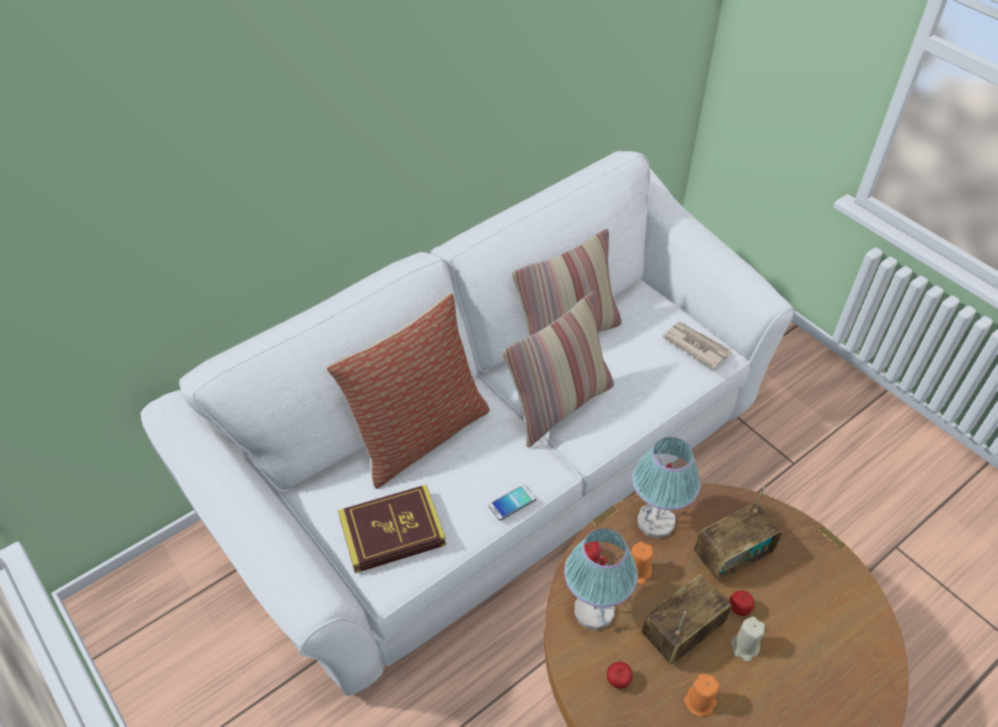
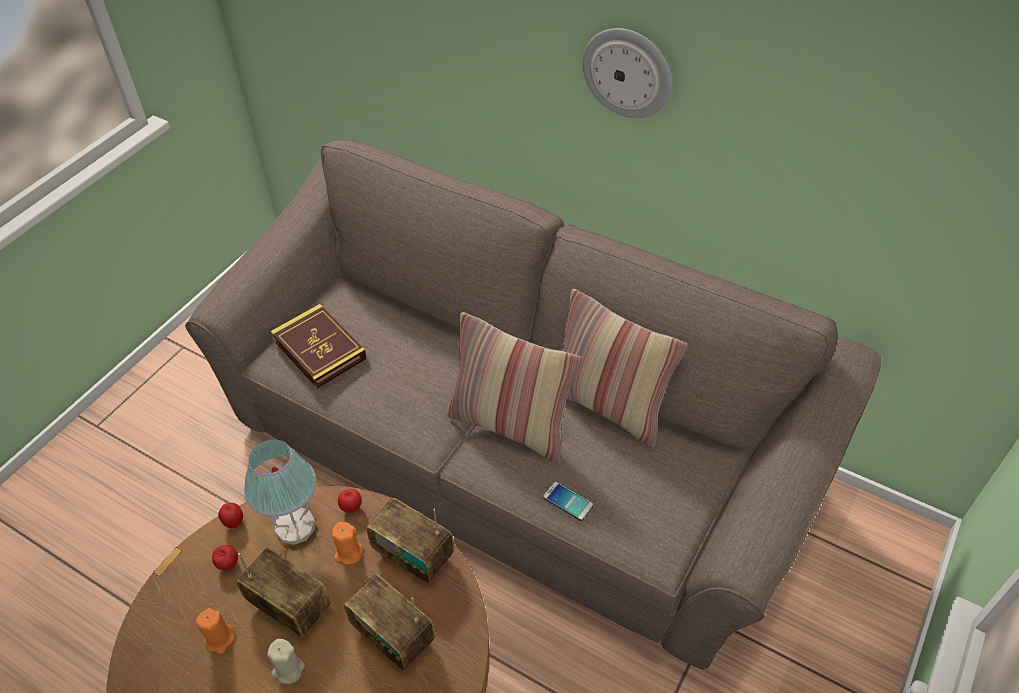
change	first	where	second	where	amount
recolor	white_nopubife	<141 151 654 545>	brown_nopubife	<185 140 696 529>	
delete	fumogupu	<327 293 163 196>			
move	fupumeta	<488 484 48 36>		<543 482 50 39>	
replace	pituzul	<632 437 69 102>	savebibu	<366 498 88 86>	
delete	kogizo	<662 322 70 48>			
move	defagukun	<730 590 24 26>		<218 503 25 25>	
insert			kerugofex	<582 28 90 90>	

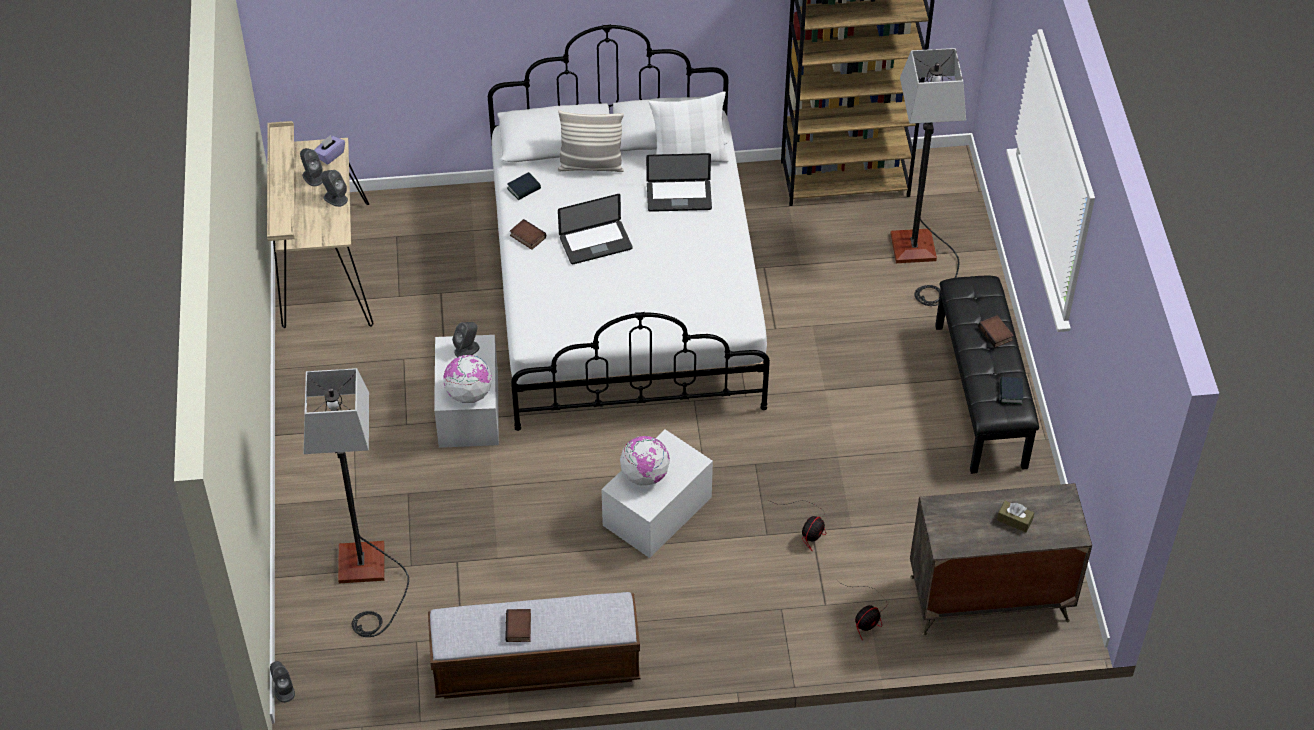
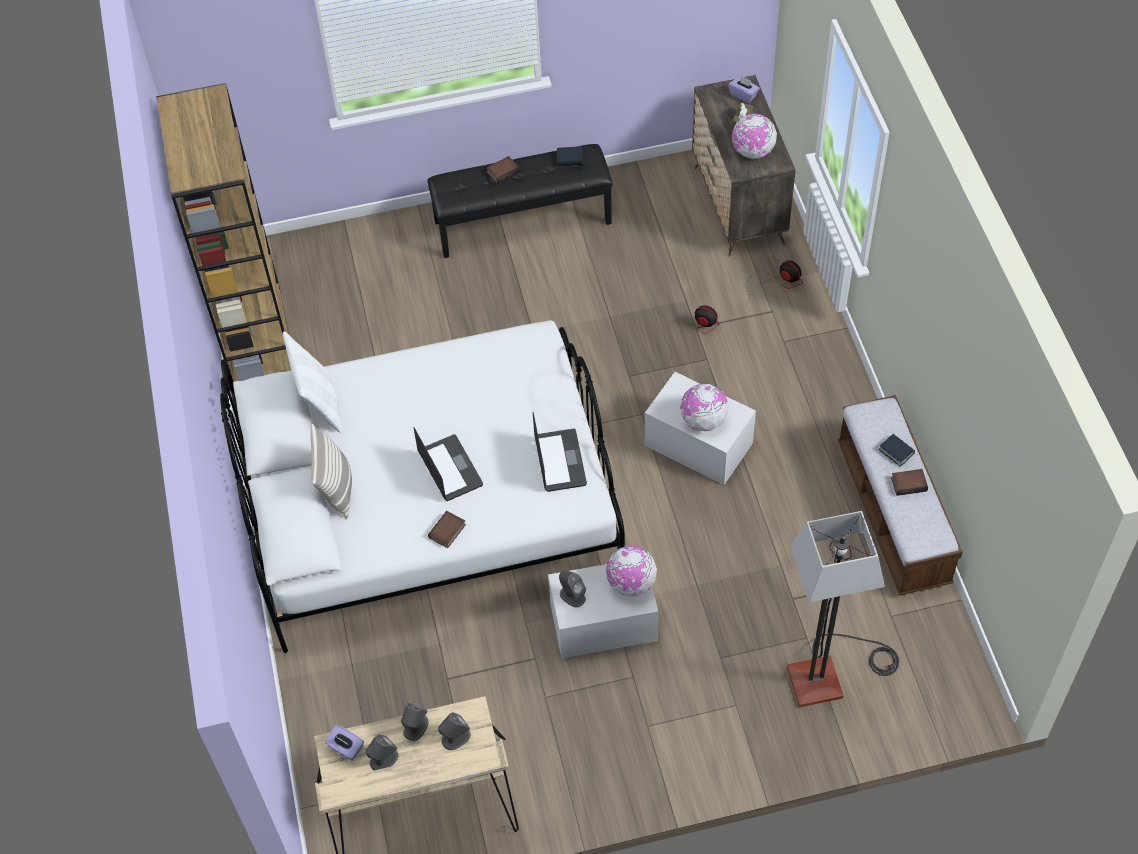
change	first	where	second	where	amount
move	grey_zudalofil	<270 661 25 42>		<438 712 33 38>	
move	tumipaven	<507 172 34 28>		<879 434 36 33>	
move	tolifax	<646 153 66 59>		<533 412 54 80>	
delete	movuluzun	<891 48 75 258>			
insert			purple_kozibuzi	<728 76 32 27>	
insert			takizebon	<732 114 45 45>	

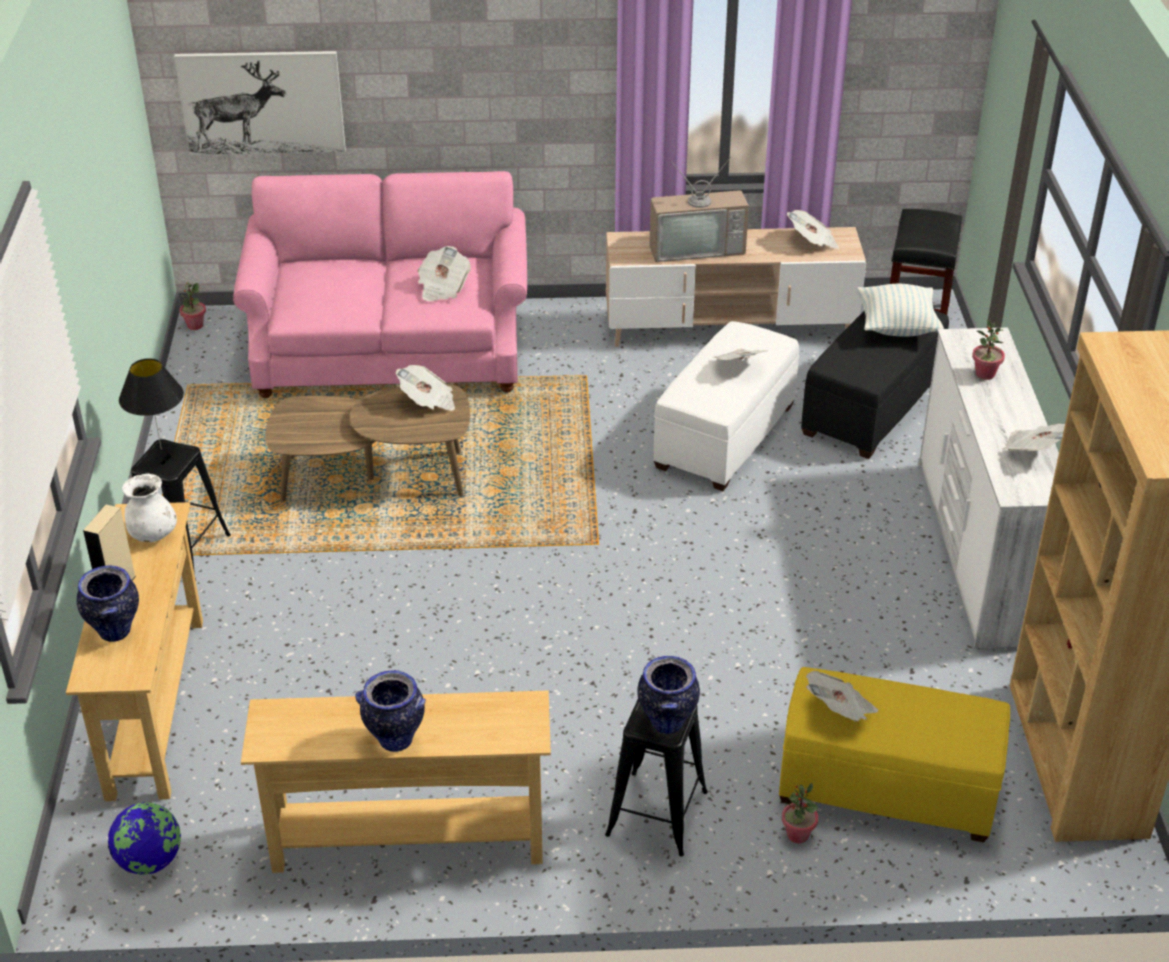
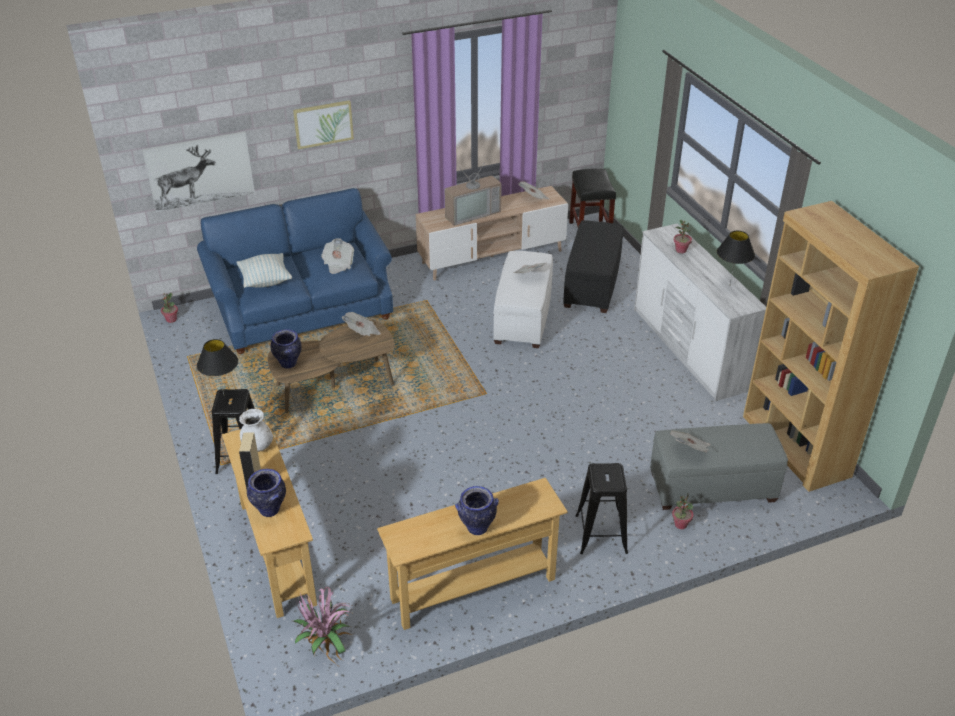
change	first	where	second	where	amount
replace	takizebon	<108 802 73 73>	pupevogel	<294 586 60 79>	
recolor	pink_nopubife	<233 171 294 227>	blue_nopubife	<197 188 196 166>	
move	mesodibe	<637 656 63 78>		<271 329 31 40>	
recolor	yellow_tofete	<779 667 231 175>	grey_tofete	<650 423 138 87>	
move	fumogupu	<857 284 87 53>		<236 253 56 35>	
replace	kogizo	<1002 424 63 27>	black_pituzul	<717 231 38 53>	
insert			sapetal	<293 100 61 49>	

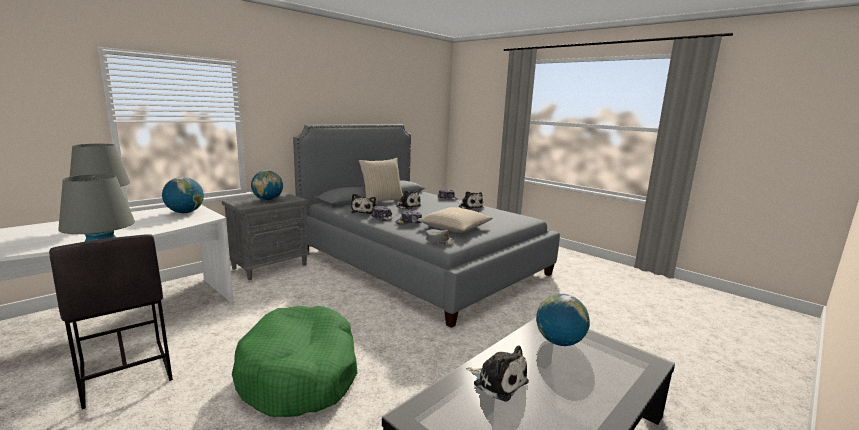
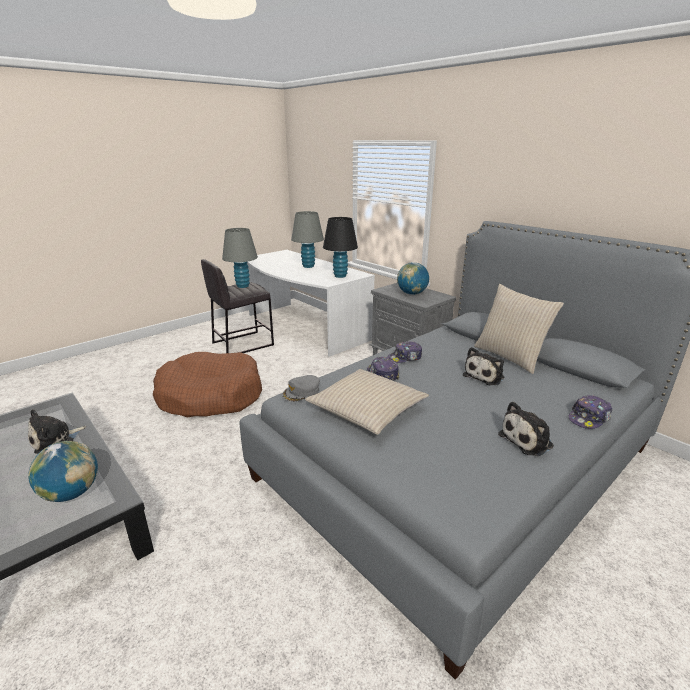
change	first	where	second	where	amount
replace	takizebon	<162 177 42 36>	black_pituzul	<323 217 35 61>	
recolor	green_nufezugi	<232 306 125 111>	brown_nufezugi	<153 352 109 65>	
delete	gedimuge	<351 194 25 20>			

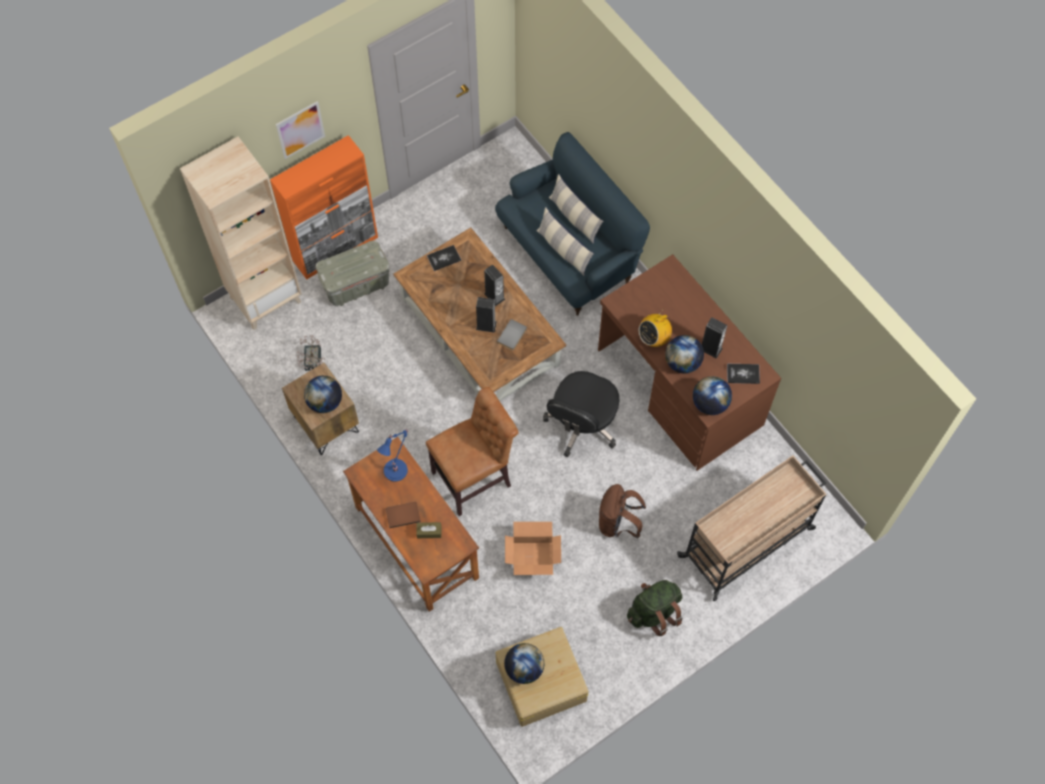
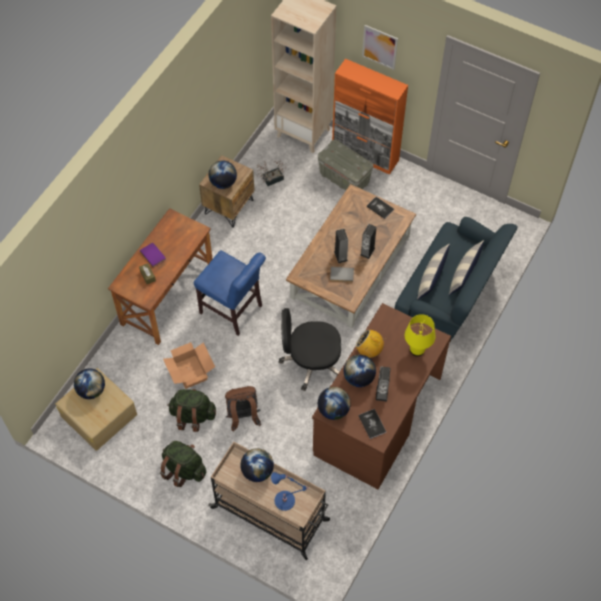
change	first	where	second	where	amount
move	blue_pituzul	<377 429 31 53>		<271 472 37 39>	
recolor	brown_tumipaven	<386 502 35 26>	purple_tumipaven	<140 243 26 25>	
recolor	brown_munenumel	<426 387 93 129>	blue_munenumel	<194 250 72 86>	
insert			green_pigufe	<167 389 49 43>	
insert			takizebon	<240 448 34 34>	
insert			yellow_pituzul	<405 314 31 43>	

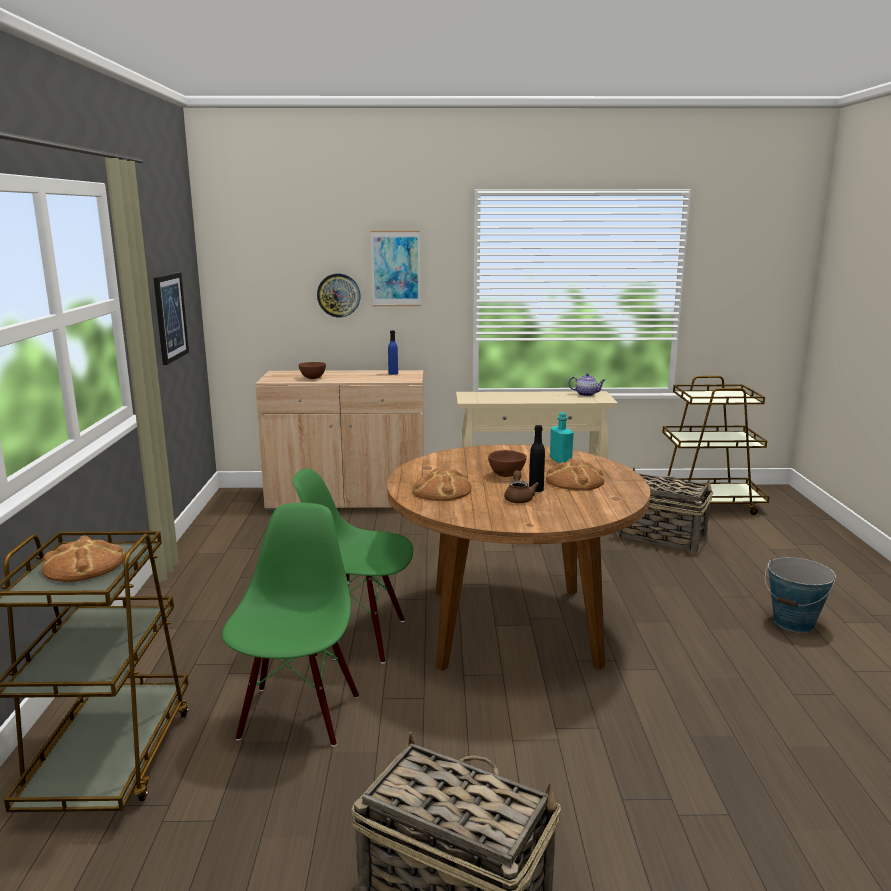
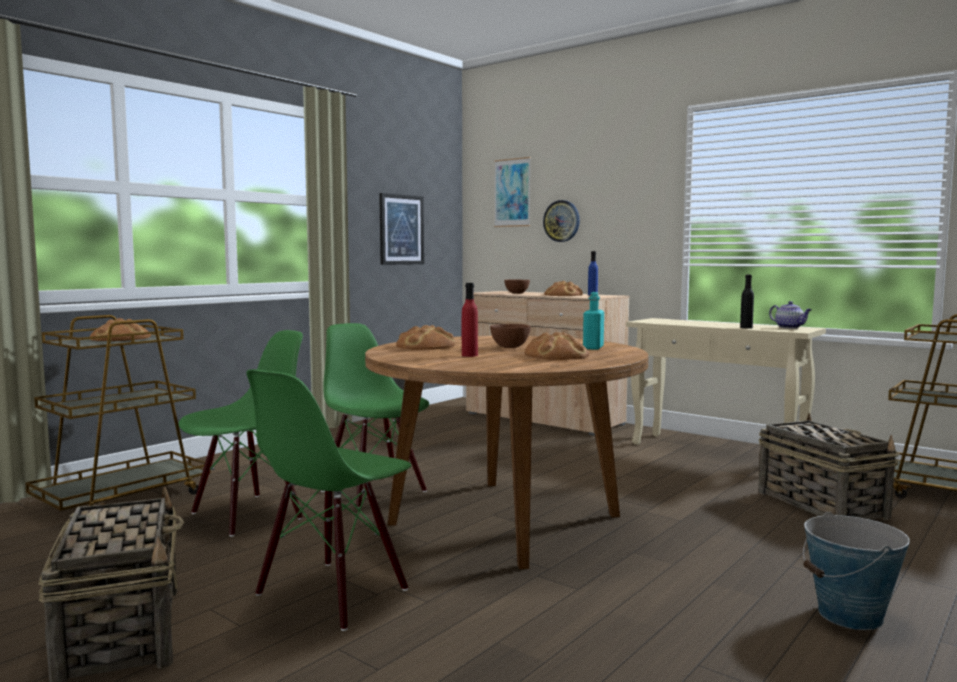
change	first	where	second	where	amount
move	sapetal	<371 231 50 75>		<494 157 37 70>	
replace	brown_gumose	<504 470 35 33>	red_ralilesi	<462 283 16 74>	
move	black_ralilesi	<529 425 16 67>		<740 275 14 54>	
insert			green_munenumel	<246 369 165 262>	
insert			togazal	<544 281 39 15>	

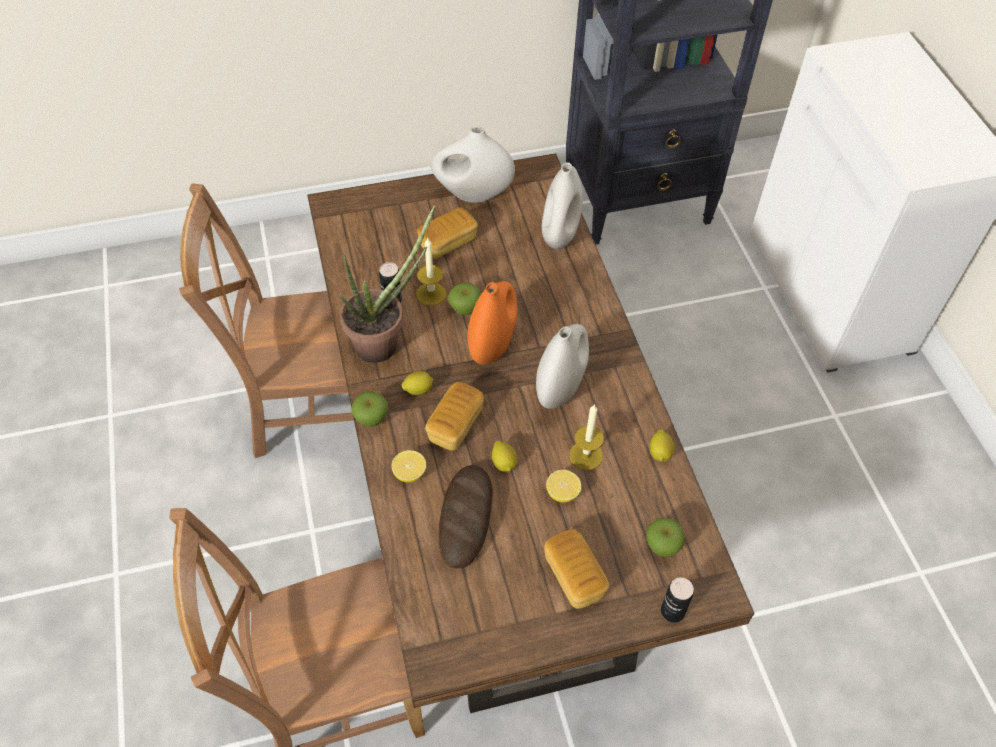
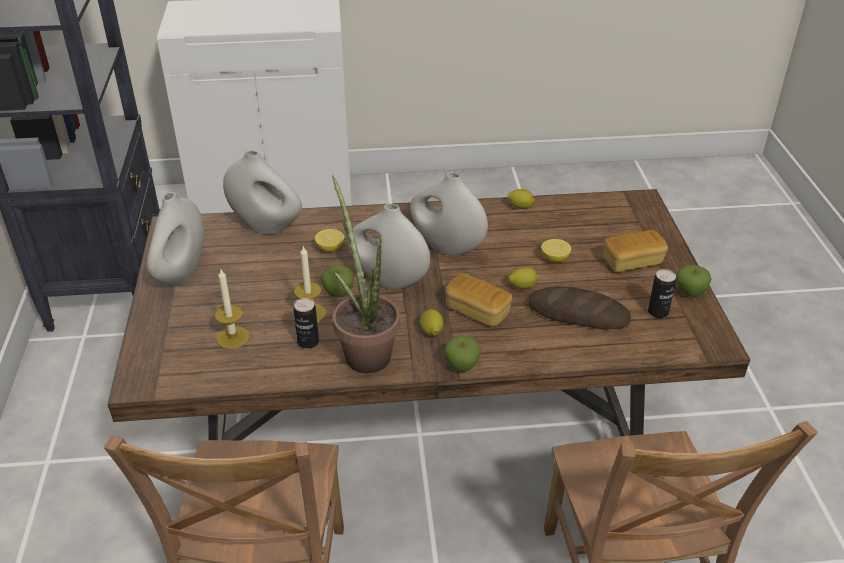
change	first	where	second	where	amount
move	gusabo	<392 450 34 33>		<315 229 29 23>	
delete	togazal	<417 207 61 52>			
recolor	orange_mesodibe	<468 281 49 84>	white_mesodibe	<347 204 83 85>	
move	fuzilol	<569 404 35 66>		<214 269 36 80>	
move	defagukun	<646 518 39 39>		<676 265 35 32>	
move	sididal	<661 577 33 46>		<648 269 28 49>	

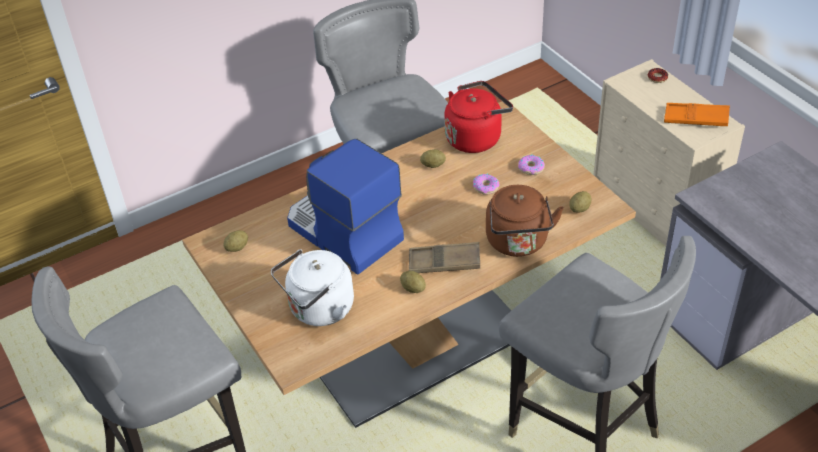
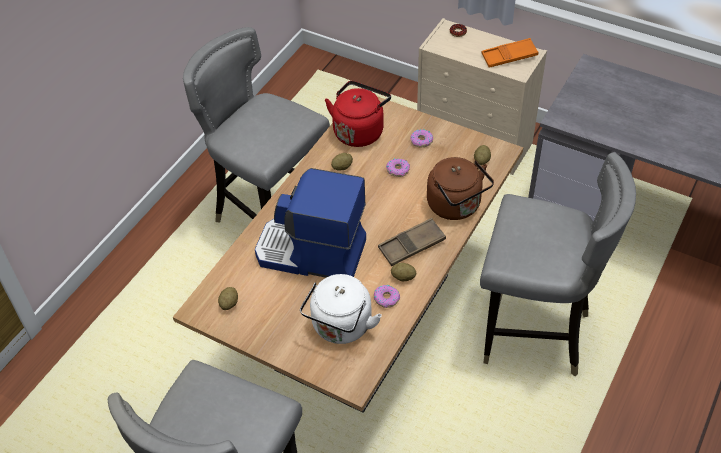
change	first	where	second	where	amount
insert			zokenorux	<374 285 26 23>	

